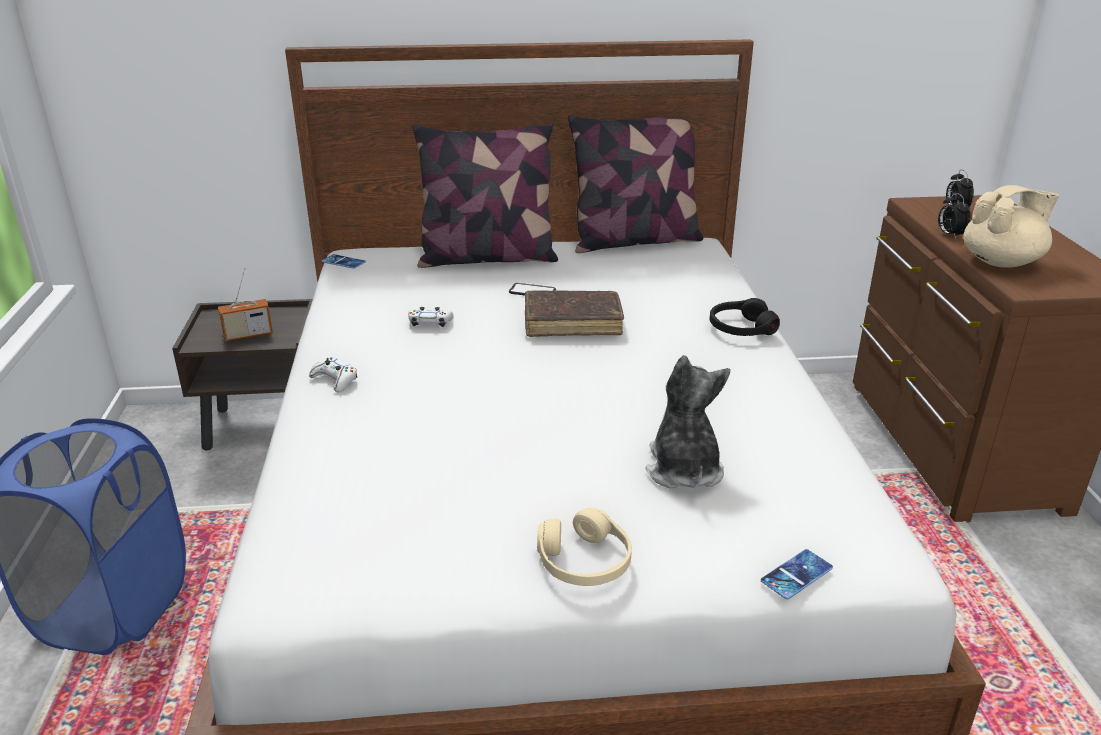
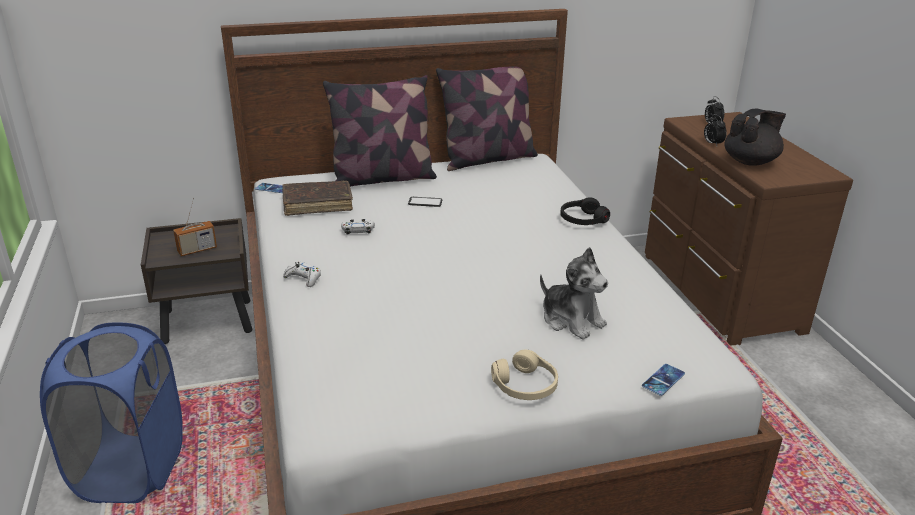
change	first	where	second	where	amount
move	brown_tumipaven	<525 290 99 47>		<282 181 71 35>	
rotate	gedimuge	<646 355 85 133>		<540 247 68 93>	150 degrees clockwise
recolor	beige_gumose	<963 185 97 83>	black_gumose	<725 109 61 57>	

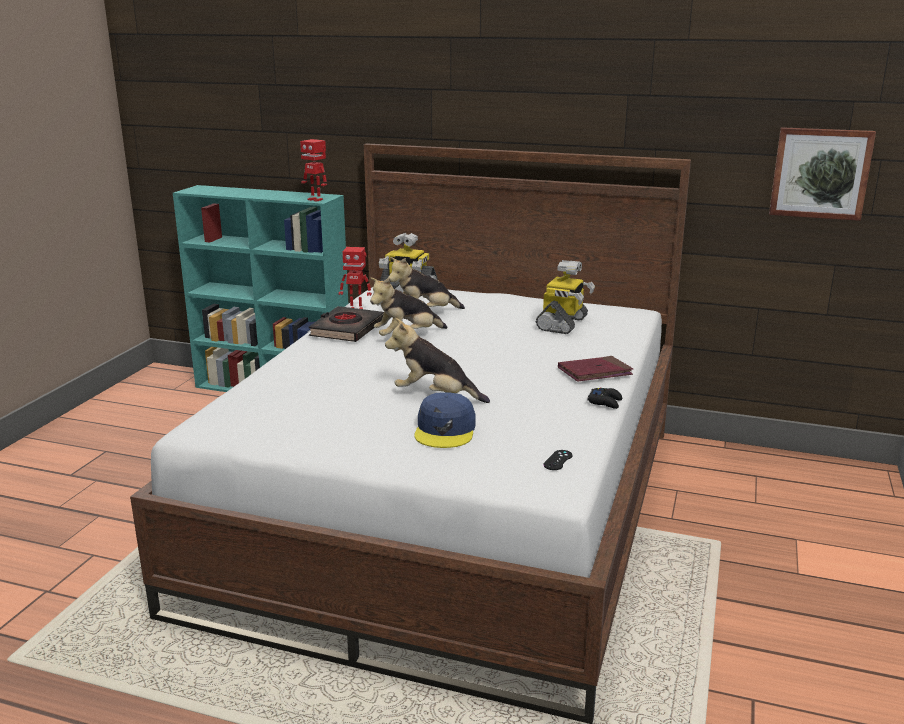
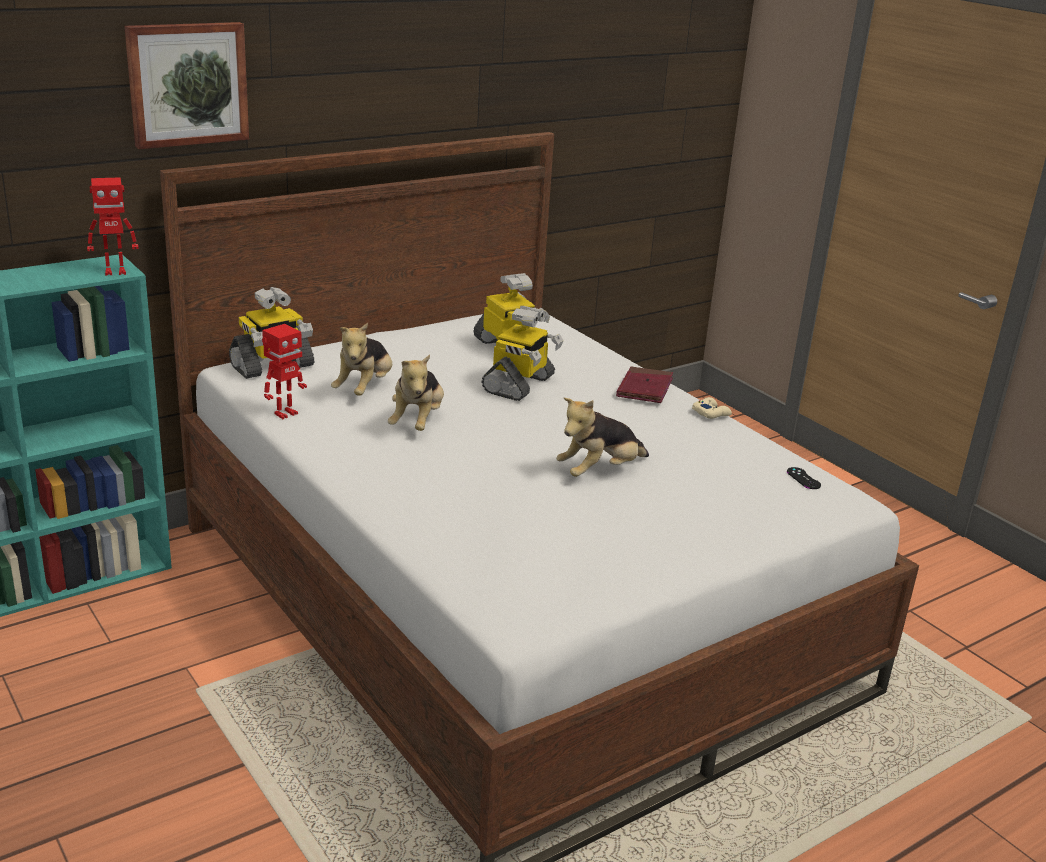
change	first	where	second	where	amount
delete	black_tumipaven	<309 306 75 36>			
delete	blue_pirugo	<415 392 61 56>			
recolor	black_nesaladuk	<587 388 35 21>	beige_nesaladuk	<692 397 40 22>	
move	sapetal	<769 127 107 94>		<124 22 125 127>	
insert			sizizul	<481 306 82 95>	

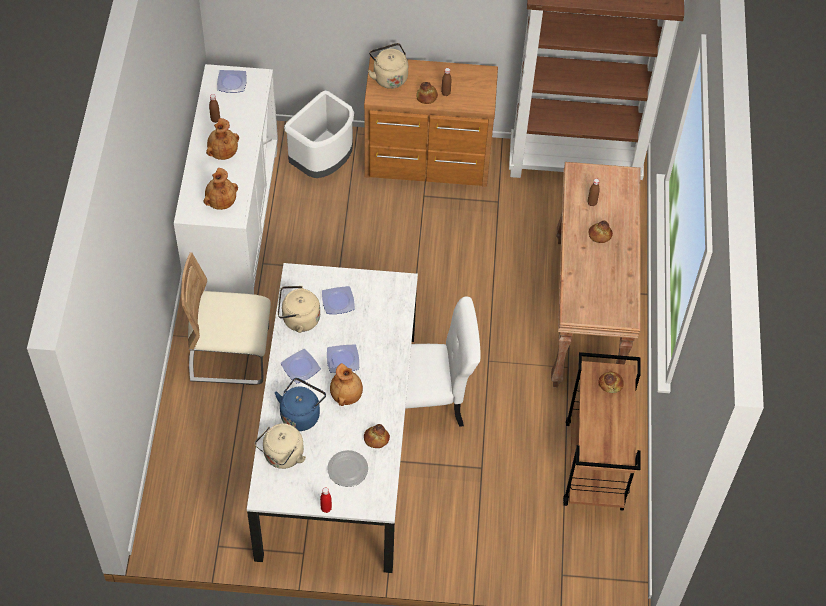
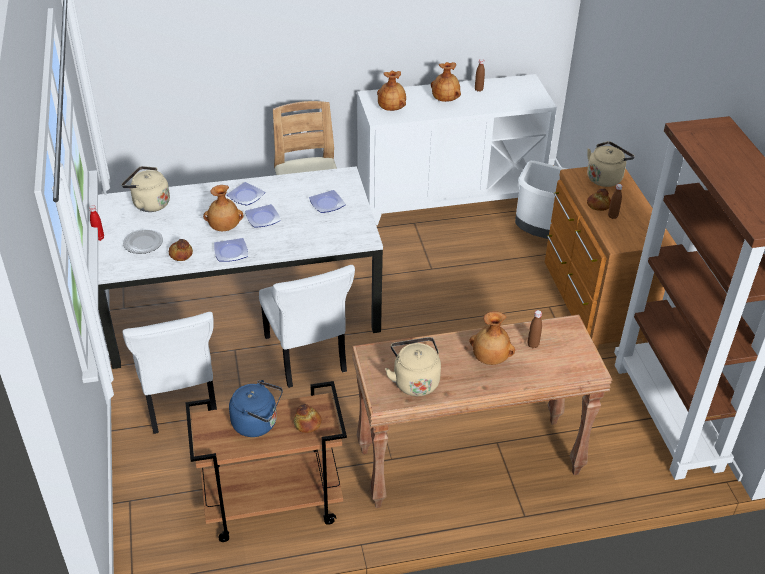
change	first	where	second	where	amount
move	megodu	<217 70 30 23>		<214 238 34 24>	
move	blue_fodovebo	<275 378 51 53>		<229 380 54 57>	
move	beige_fodovebo	<278 286 42 47>		<385 337 56 59>	
replace	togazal	<589 220 24 23>	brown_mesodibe	<469 311 46 54>	
insert			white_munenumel	<122 312 95 122>	

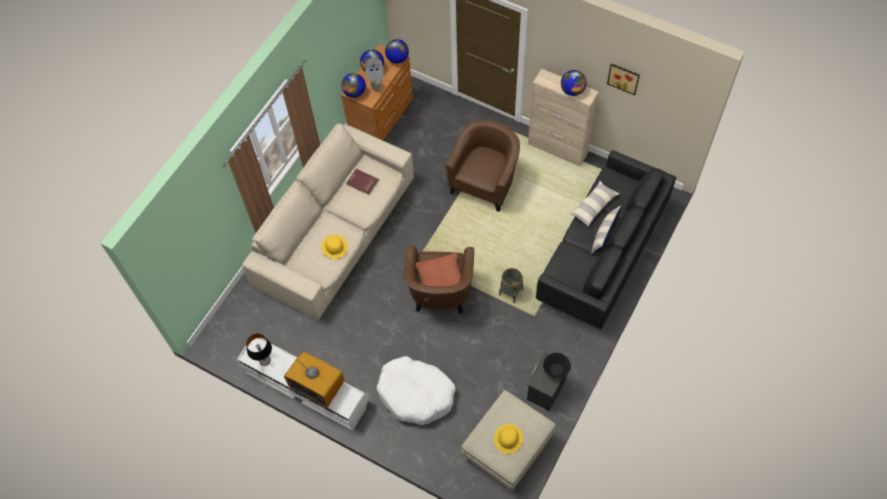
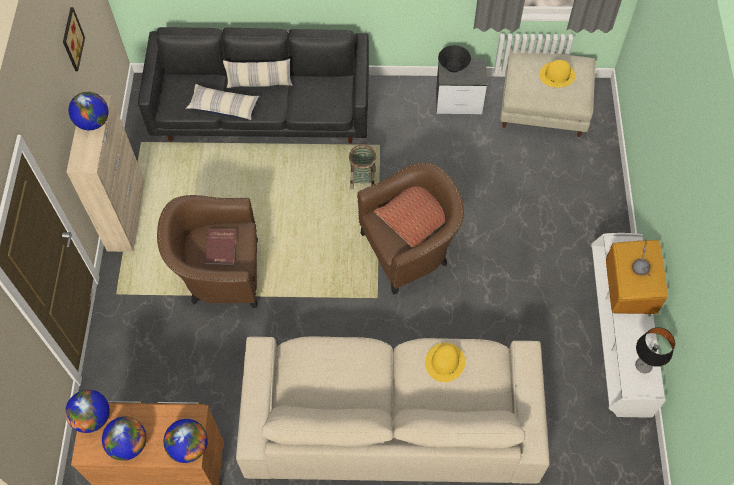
change	first	where	second	where	amount
move	red_tumipaven	<346 169 33 26>		<204 229 33 36>	
delete	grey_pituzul	<365 58 19 34>			
delete	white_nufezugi	<376 356 80 69>			

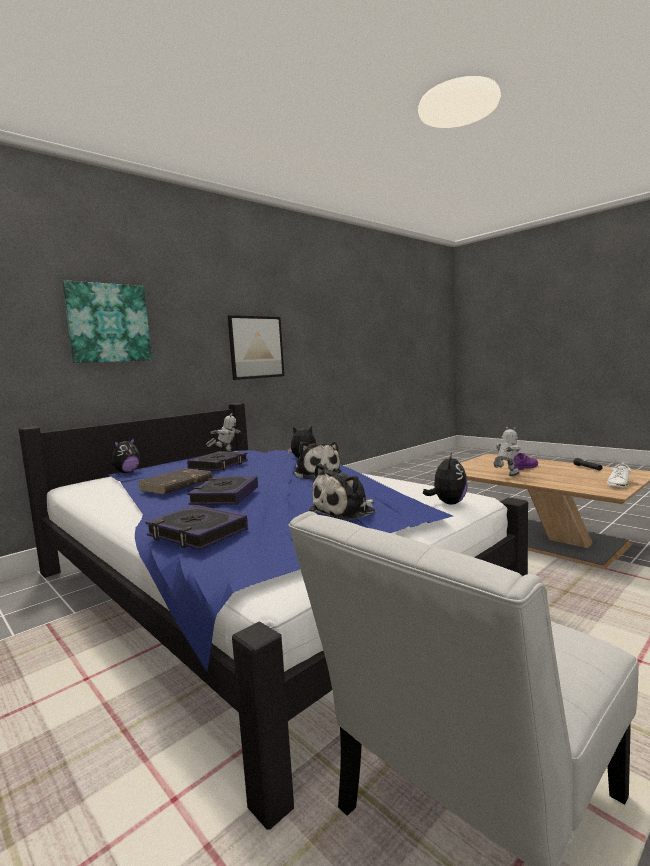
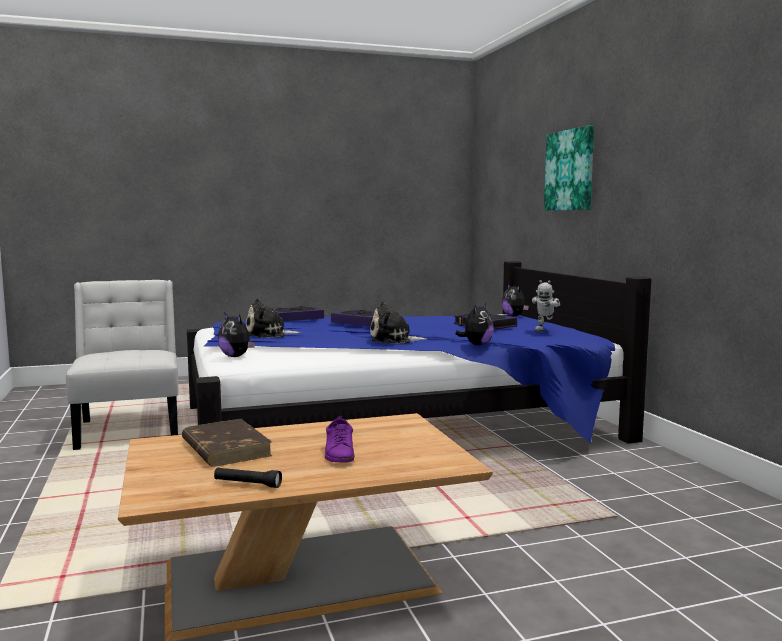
change	first	where	second	where	amount
move	brown_tumipaven	<138 468 75 26>		<182 419 90 48>	
delete	sapetal	<228 315 56 65>			
rotate	gedimuge	<309 463 66 57>		<246 298 55 40>	90 degrees counterclockwise
delete	sizizul	<493 427 28 49>			
delete	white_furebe	<607 463 24 24>			

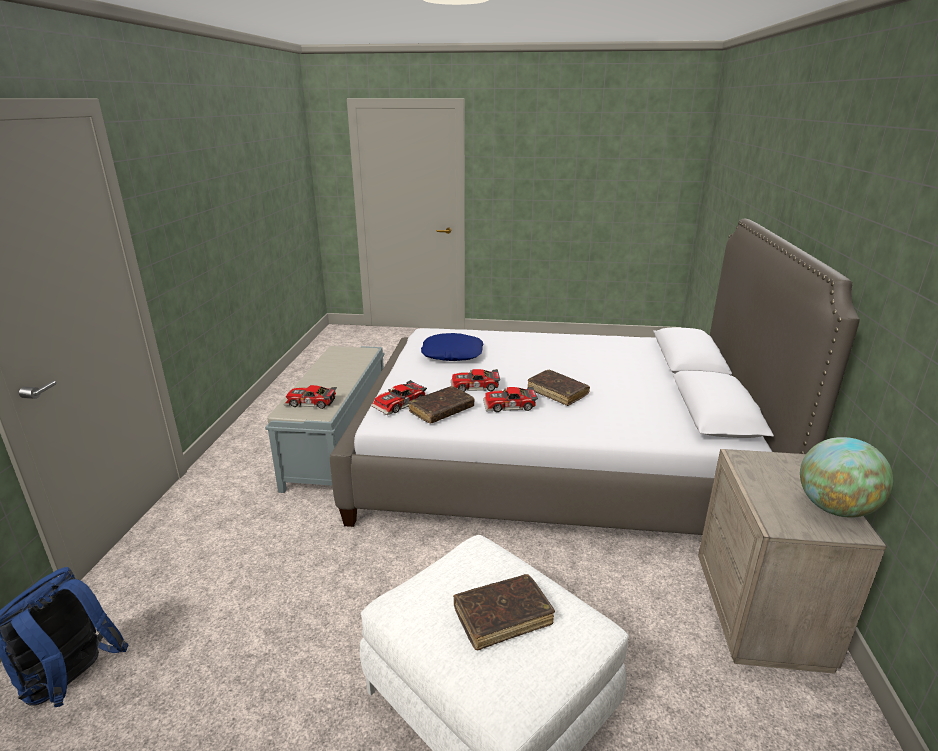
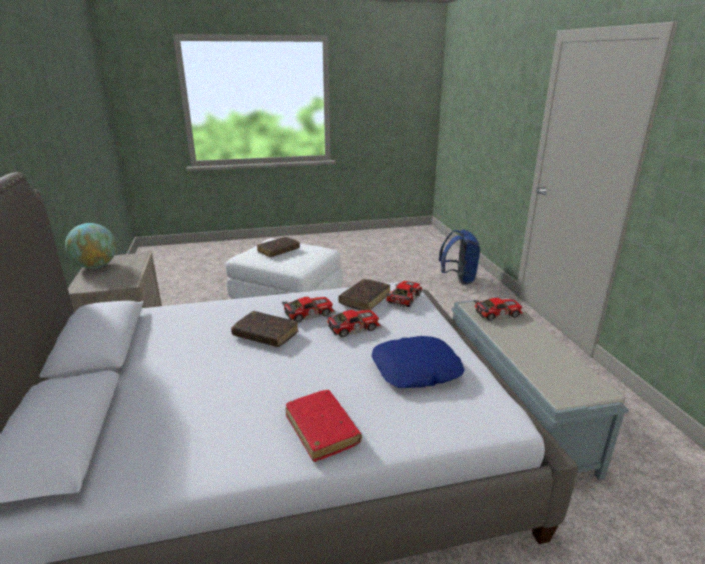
change	first	where	second	where	amount
insert			red_tumipaven	<286 390 76 72>	

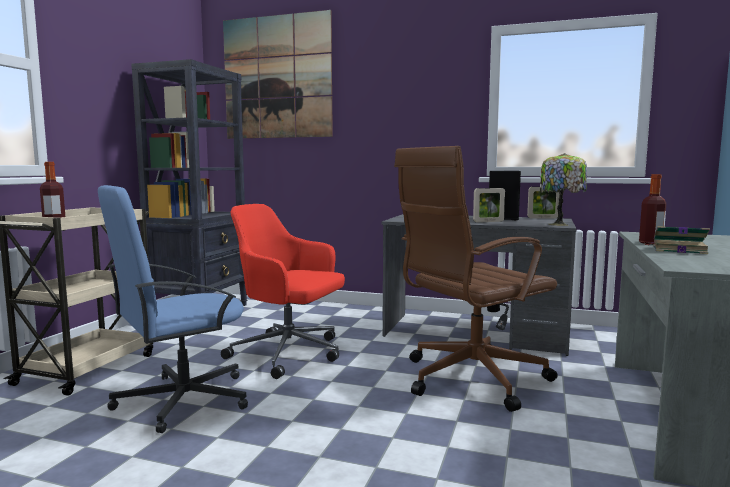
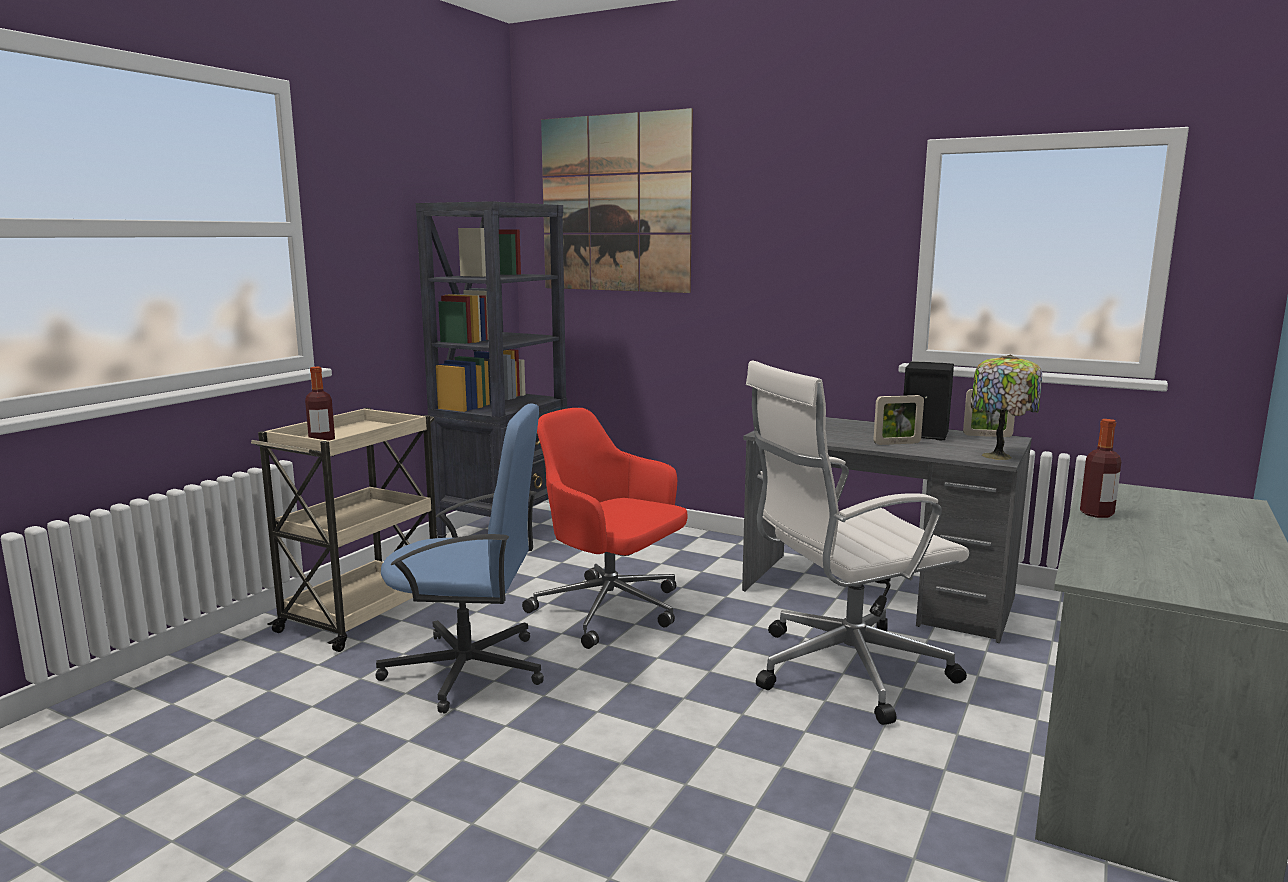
change	first	where	second	where	amount
rotate	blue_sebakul	<98 185 150 248>		<375 403 169 311>	150 degrees counterclockwise
recolor	brown_sebakul	<394 146 164 266>	white_sebakul	<746 360 223 365>	
delete	tumipaven	<646 226 64 28>			

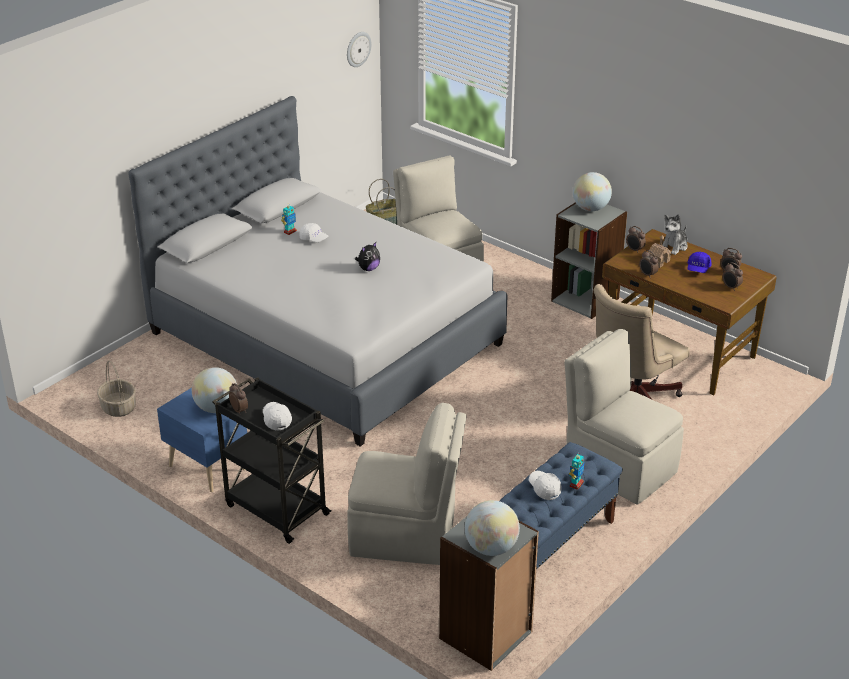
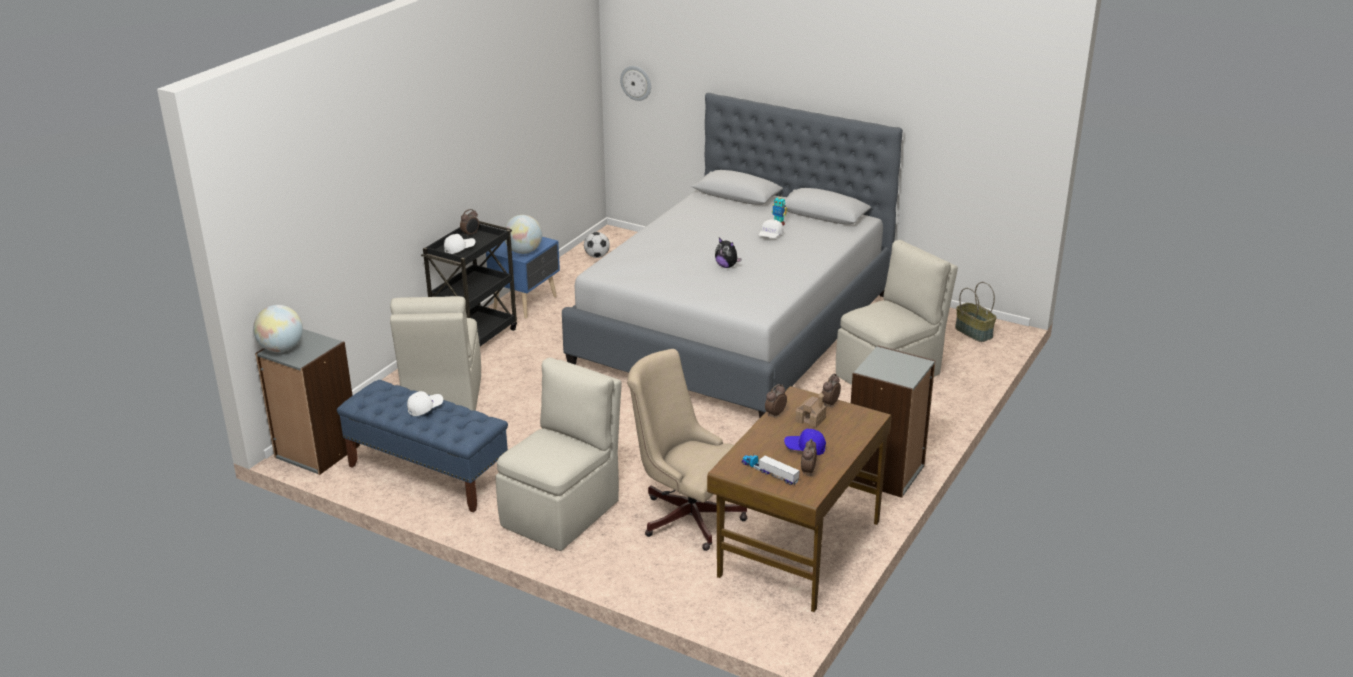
change	first	where	second	where	amount
replace	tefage	<97 361 39 56>	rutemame	<584 232 26 26>	
move	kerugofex	<347 32 25 35>		<620 66 31 35>	
delete	sizizul	<569 454 16 36>			
delete	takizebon	<573 172 39 39>			
delete	gedimuge	<662 214 26 41>			
replace	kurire	<722 262 21 29>	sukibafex	<742 454 57 31>	

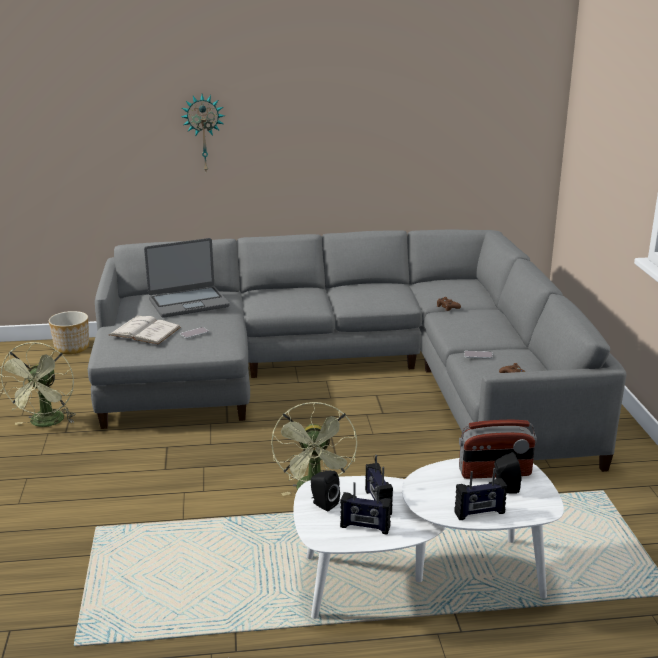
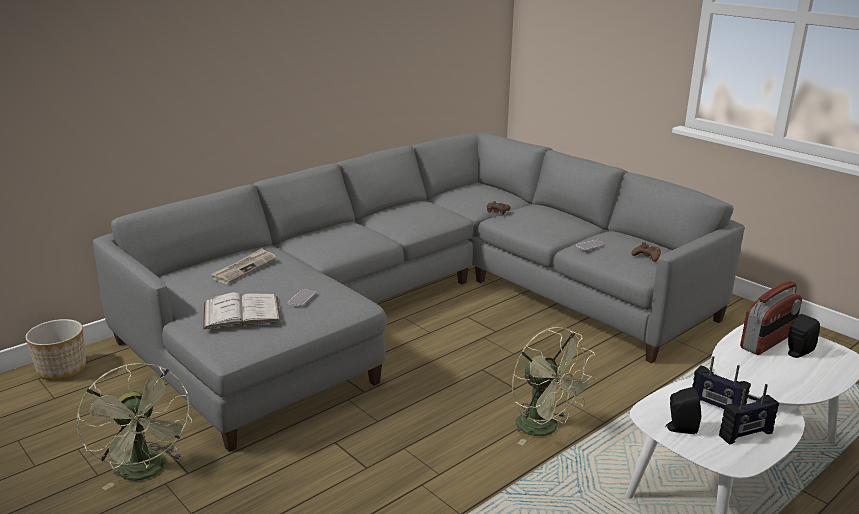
change	first	where	second	where	amount
replace	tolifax	<144 238 86 80>	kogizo	<211 248 66 36>	
delete	kerugofex	<181 94 44 77>			
delete	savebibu	<454 468 53 52>			

